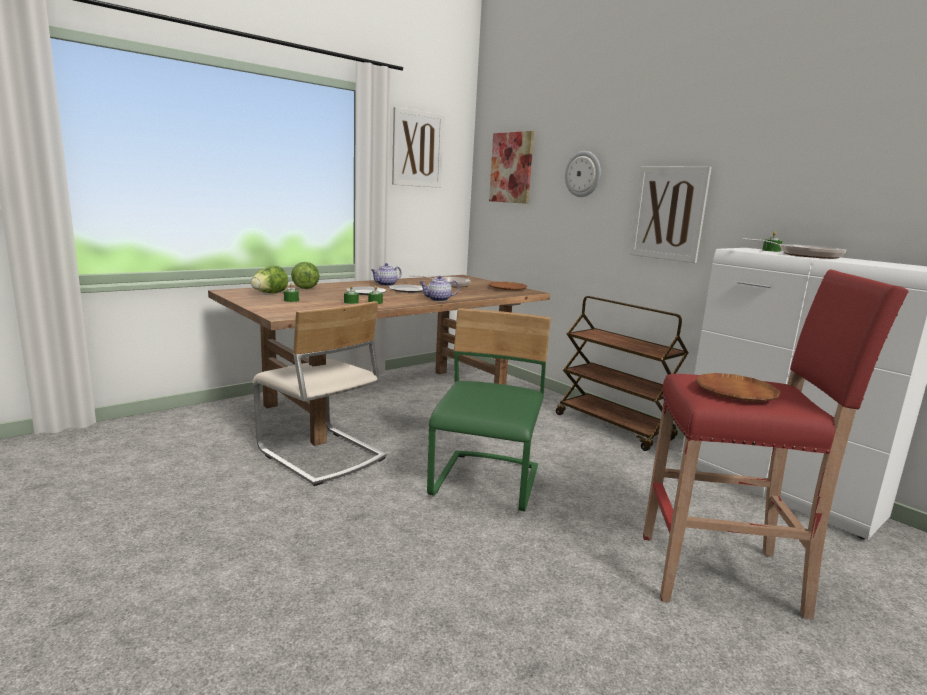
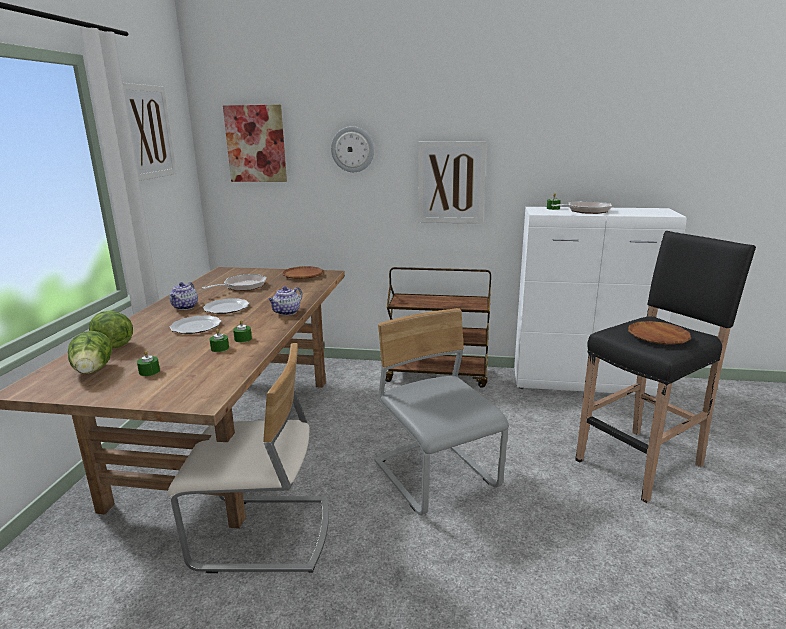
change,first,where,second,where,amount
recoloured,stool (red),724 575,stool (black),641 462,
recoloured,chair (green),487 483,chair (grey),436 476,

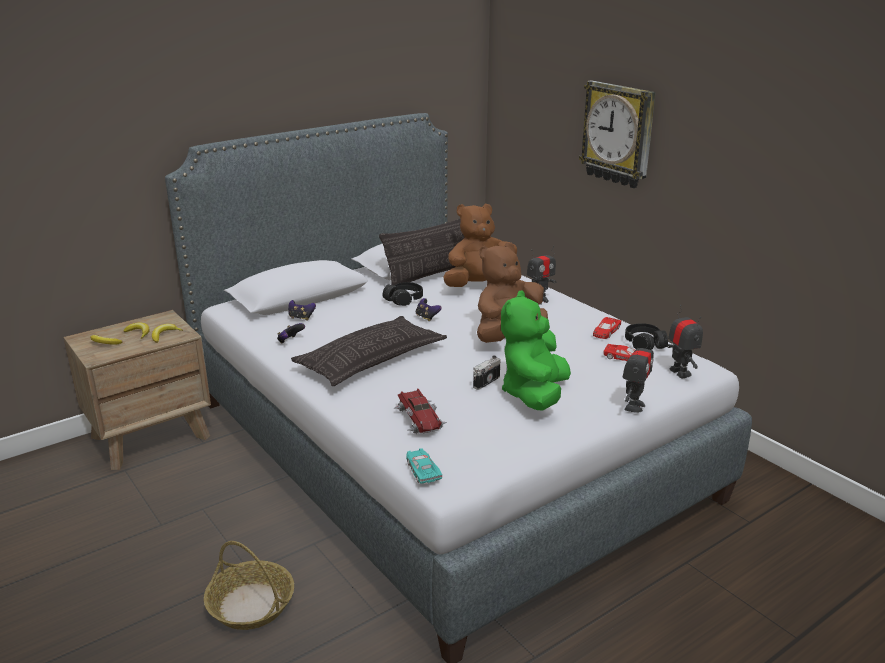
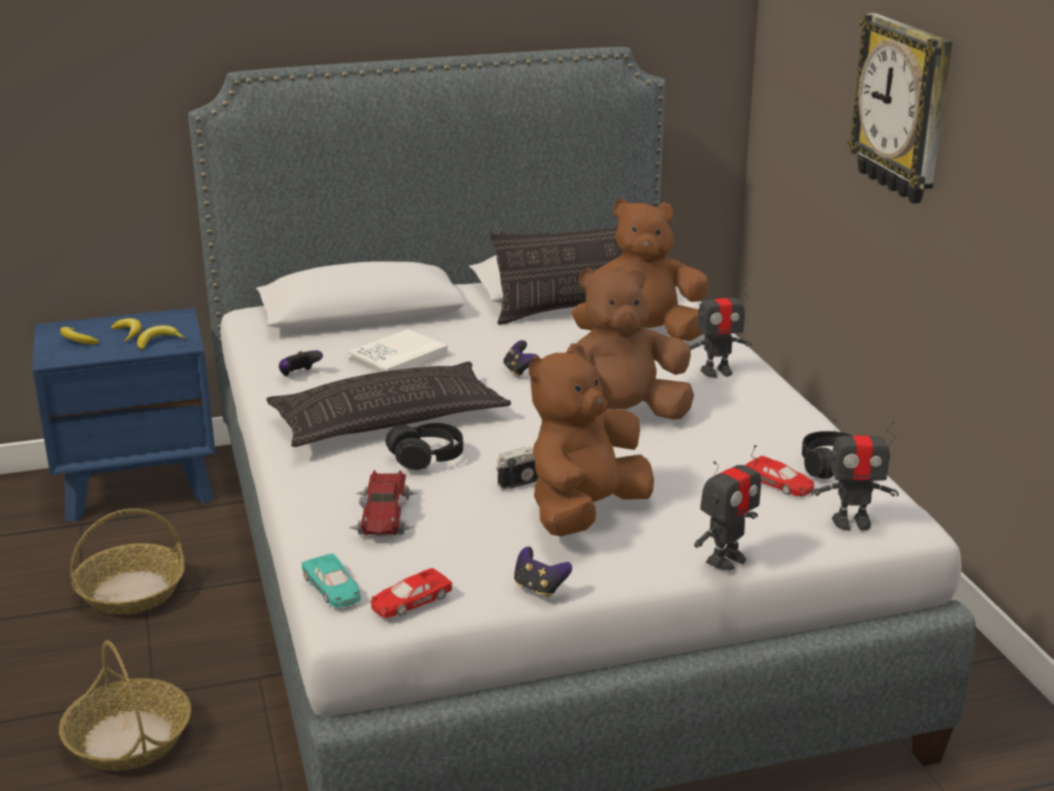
change,first,where,second,where,amount
moved,headphones (black),404 300,,426 457,
recoloured,plush toy (green),534 394,plush toy (brown),585 513,
moved,game controller,301 318,,539 588,
turned,toy robot,680 372,,852 522,90 degrees clockwise
recoloured,nightstand (brown),151 436,nightstand (blue),139 485,
moved,toy car (red),605 331,,410 600,
turned,toy car (turquoise),423 470,,332 588,150 degrees clockwise
added,,,book (white),398 358,
added,,,basket,132 591,

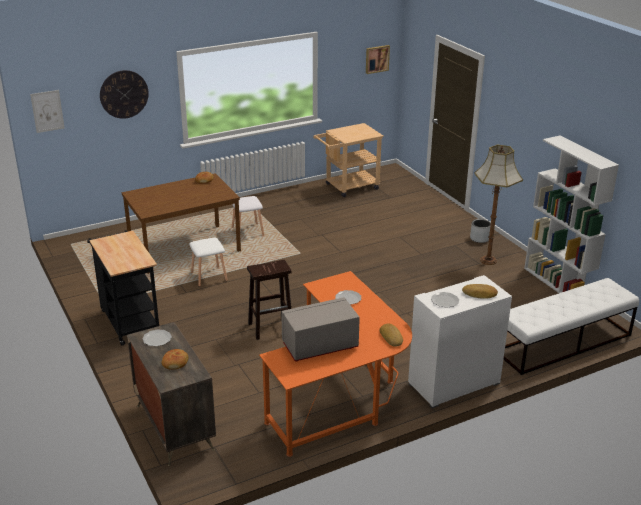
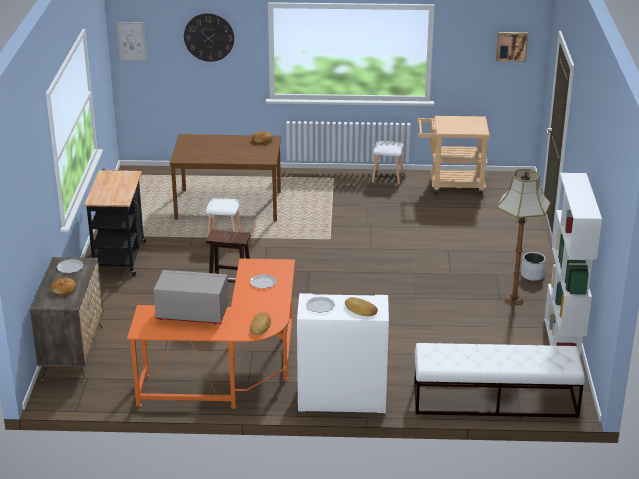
change,first,where,second,where,amount
moved,stool (white),248 232,,387 178,

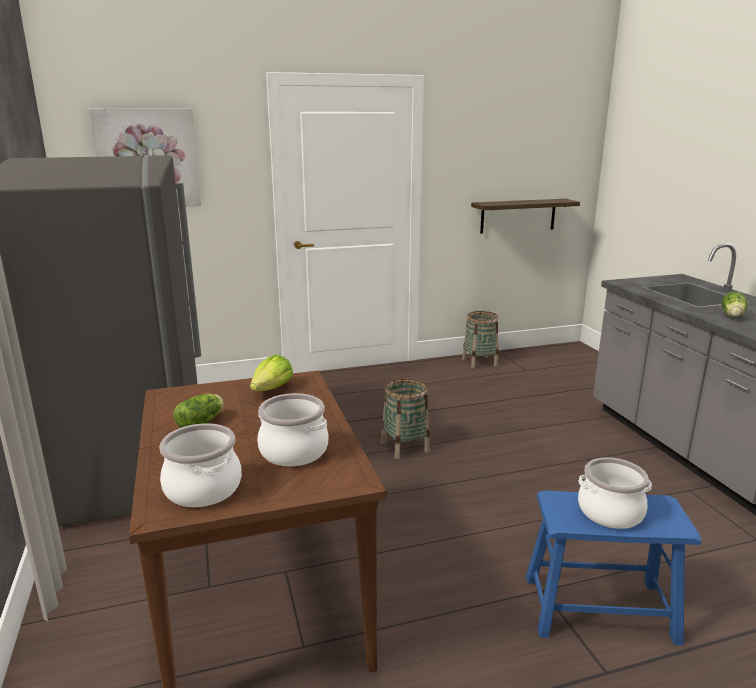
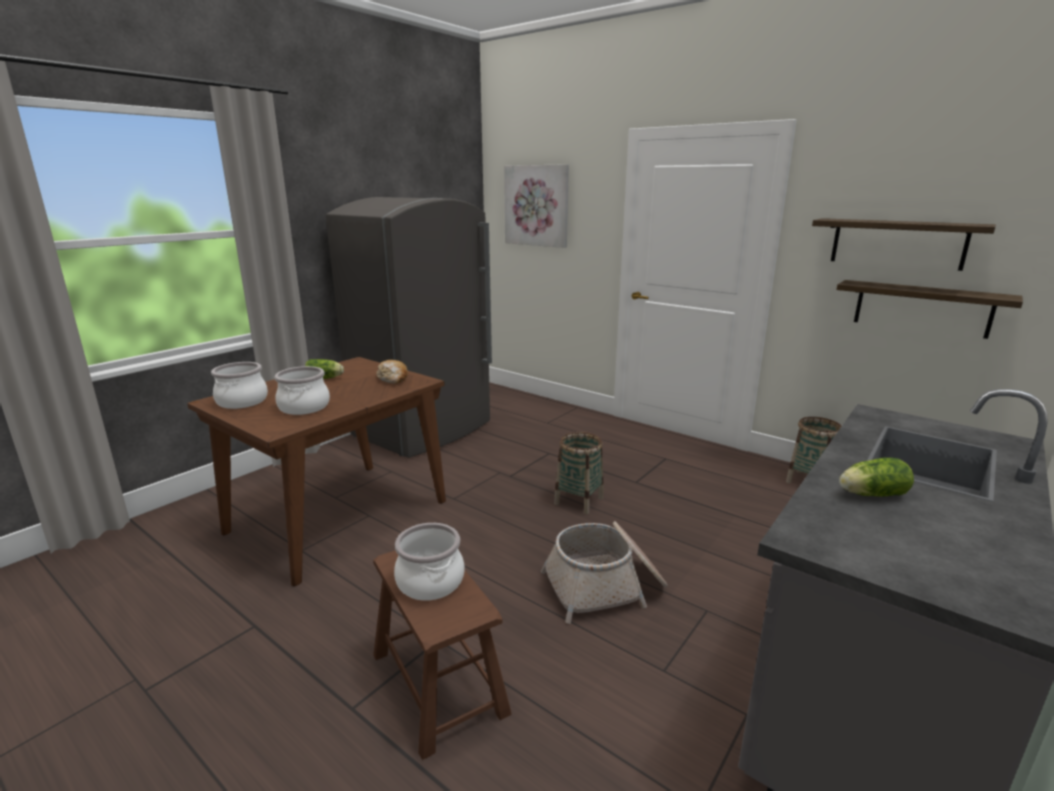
change,first,where,second,where,amount
replaced,lettuce,272 389,bread,393 379,
recoloured,stool (blue),599 608,stool (brown),438 683,
added,,,shelf,897 243,
added,,,basket,605 587,

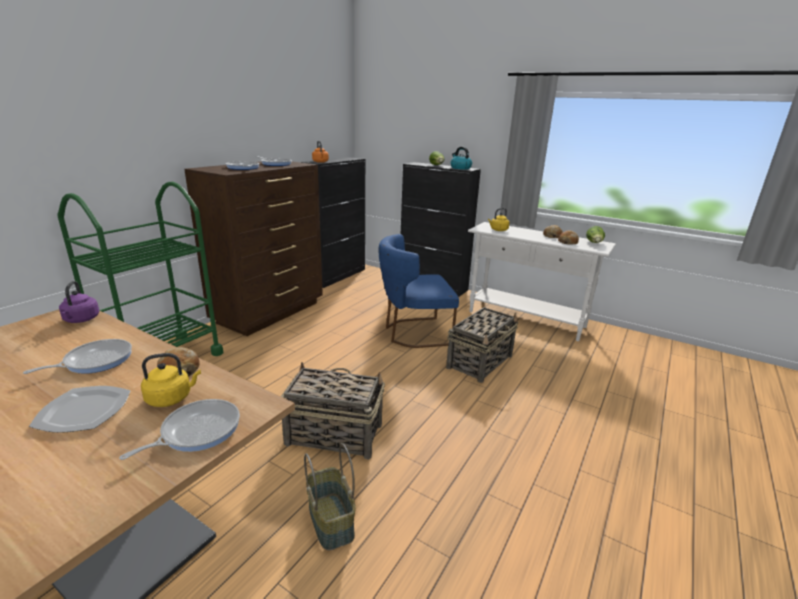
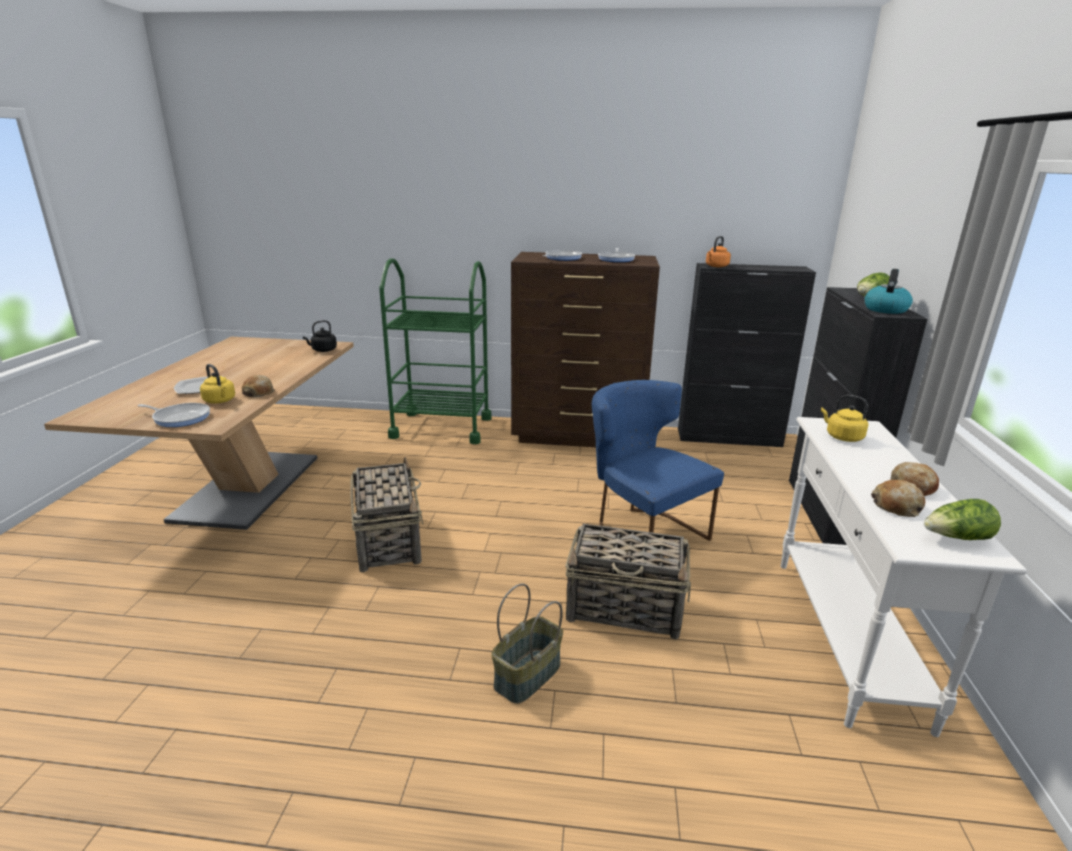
change,first,where,second,where,amount
recoloured,kettle (purple),81 320,kettle (black),323 350,
removed,frying pan,95 361,,,
moved,basket,332 521,,528 676,

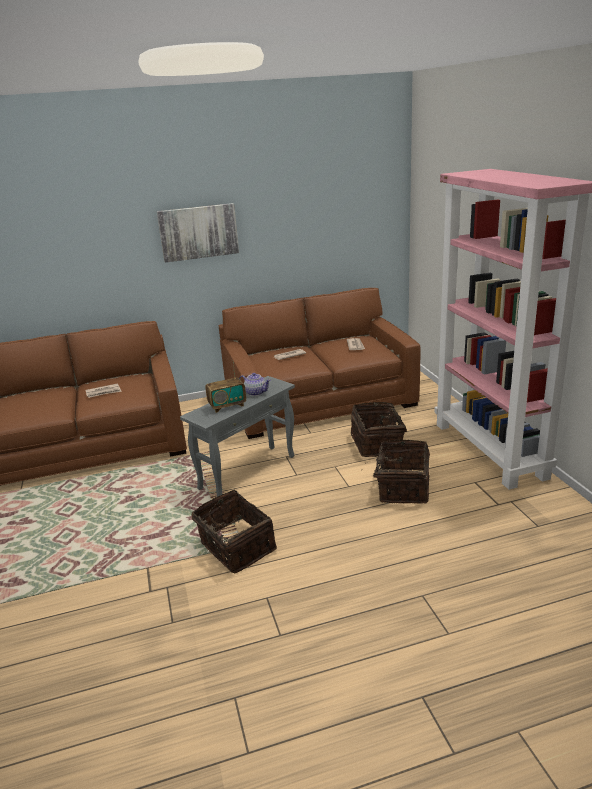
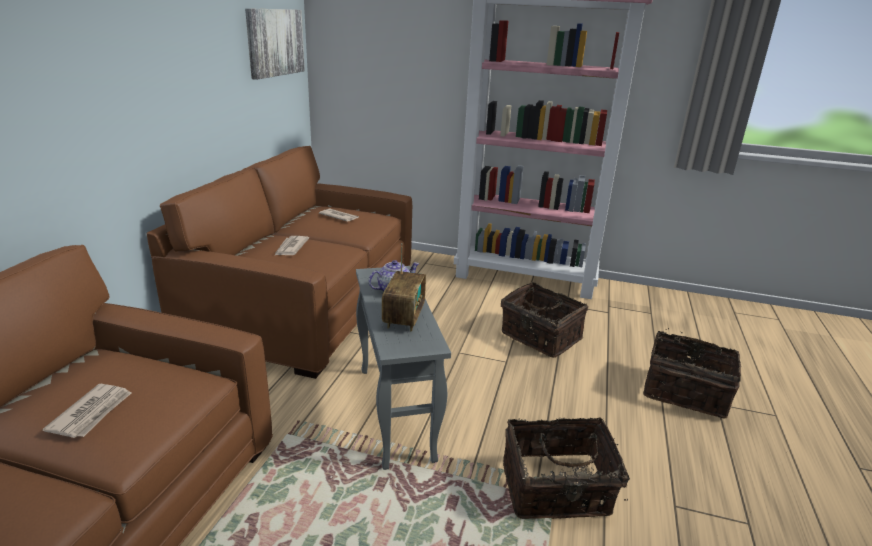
change,first,where,second,where,amount
moved,picture,198 232,,275 42,
moved,basket,378 444,,685 392,

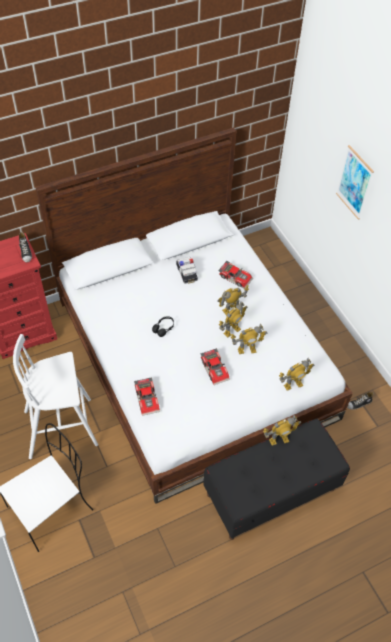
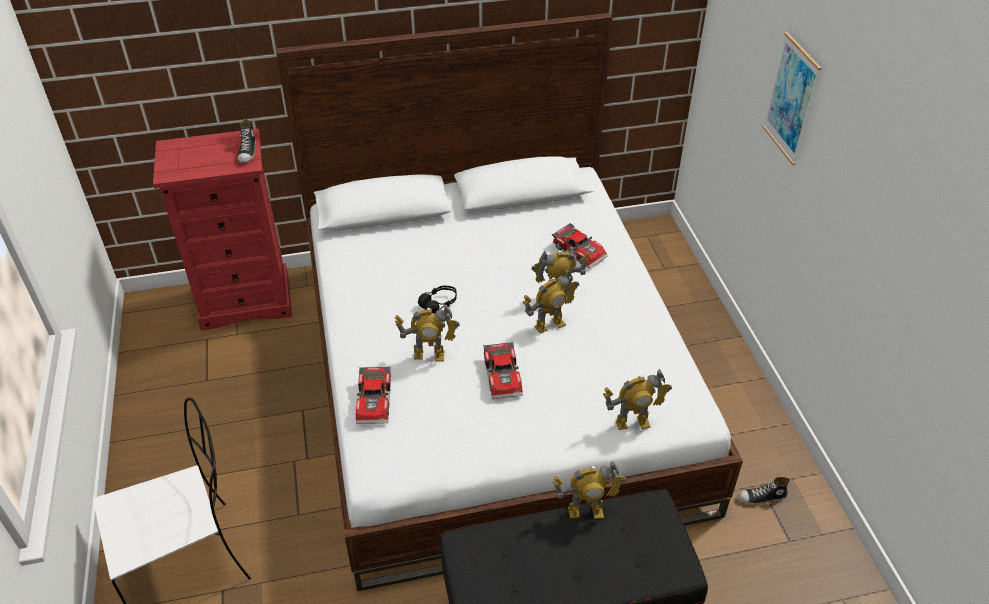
change,first,where,second,where,amount
removed,toy car,186 273,,,
moved,toy robot,246 350,,429 355,
removed,stool (white),62 427,,,

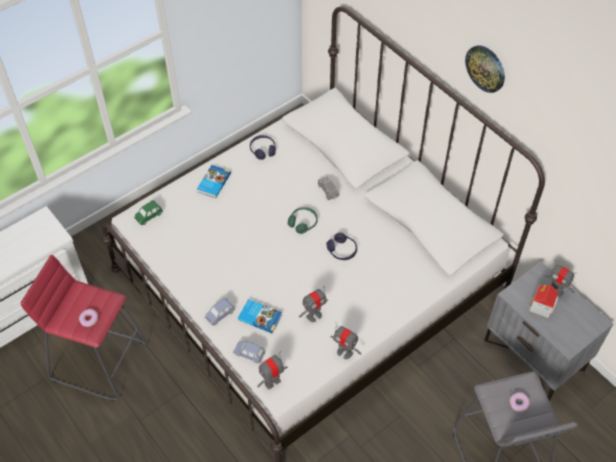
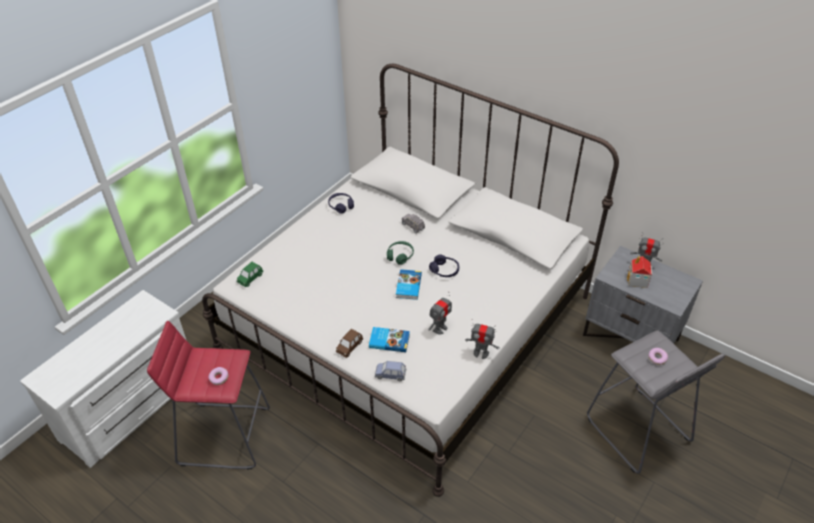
change,first,where,second,where,amount
removed,wall clock,485 68,,,
moved,book,213 183,,408 286,
recoloured,toy car (blue),220 315,toy car (brown),349 347,
removed,toy robot,272 382,,,

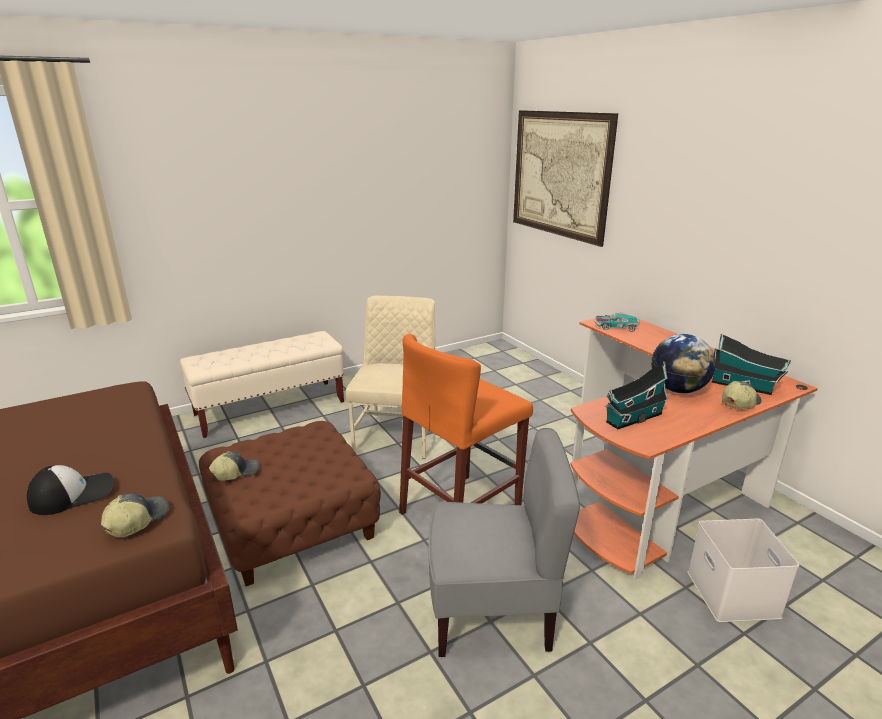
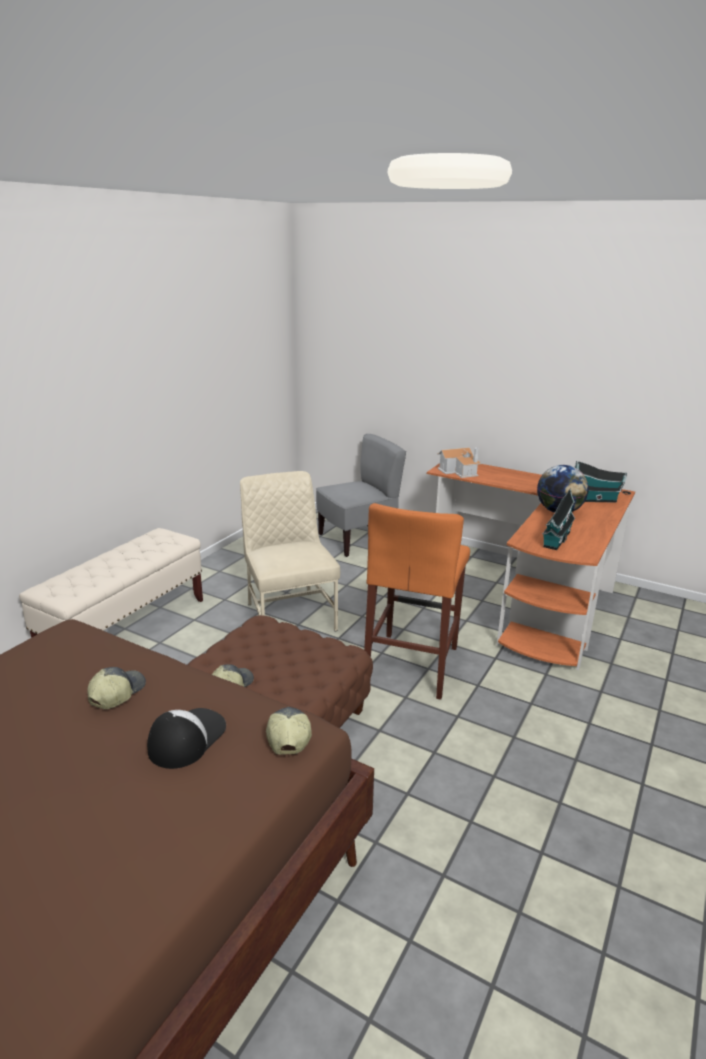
change,first,where,second,where,amount
removed,picture,560 174,,,
replaced,toy car,615 327,toy house,459 471,
moved,cap,739 402,,116 693,
moved,chair (grey),492 612,,357 539,
removed,storage box (white),735 595,,,

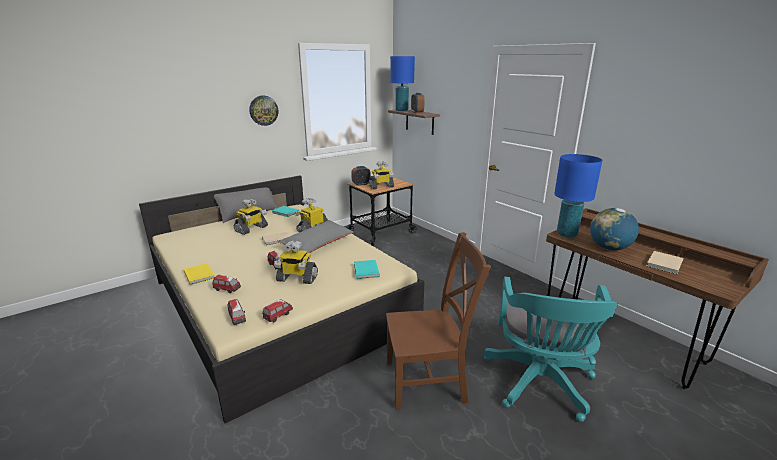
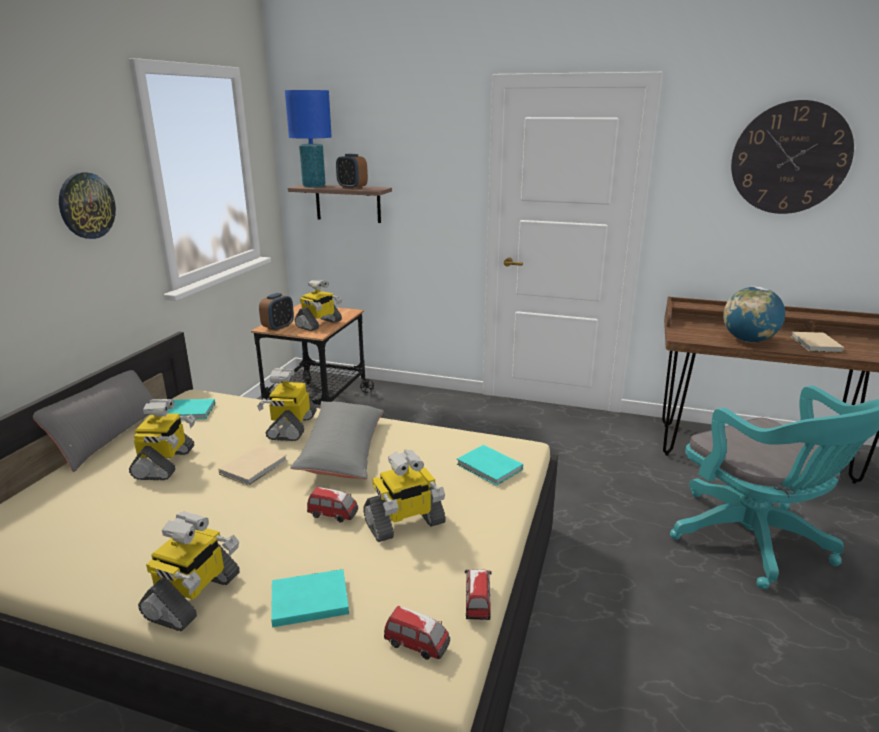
change,first,where,second,where,amount
removed,table lamp (blue),567 234,,,
removed,chair (brown),429 381,,,
replaced,book (yellow),199 274,toy robot,194 597,
replaced,toy car,227 289,book (turquoise),307 600,
added,,,wall clock,790 158,

